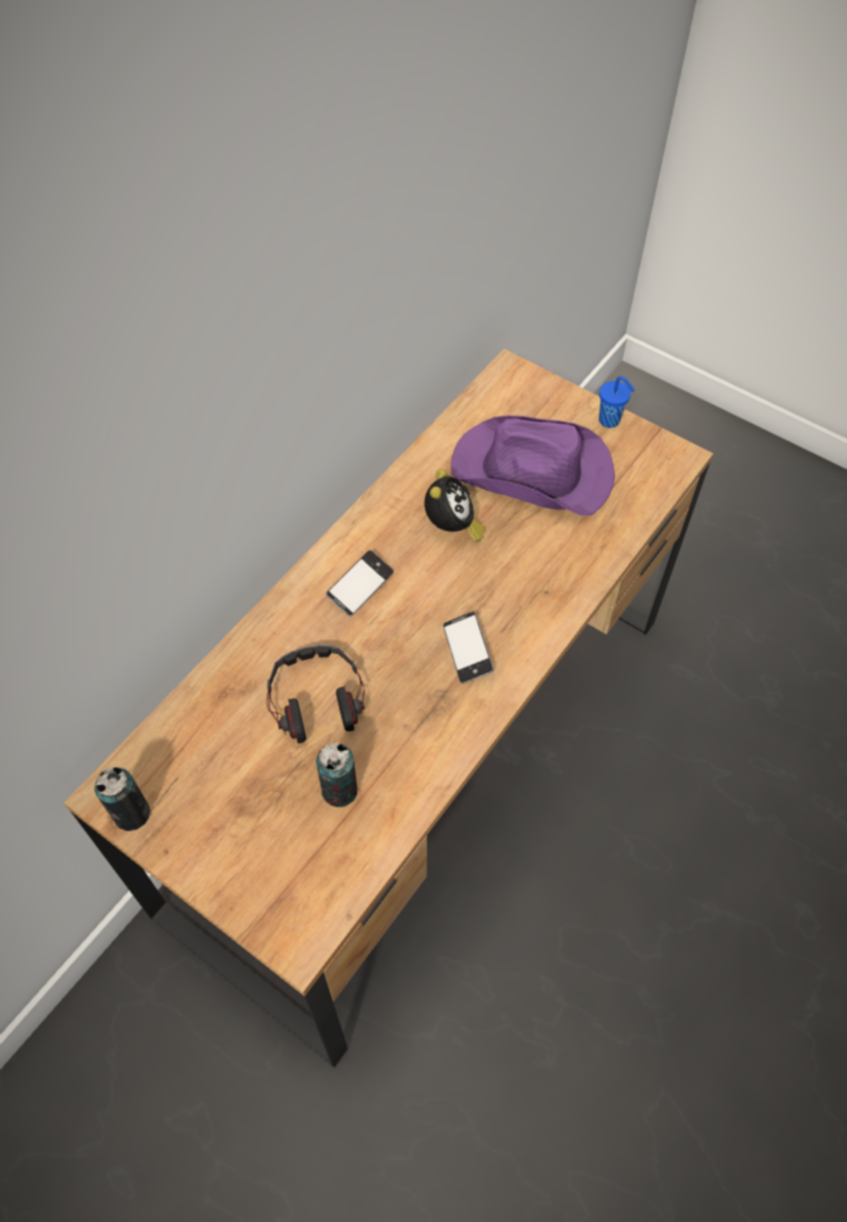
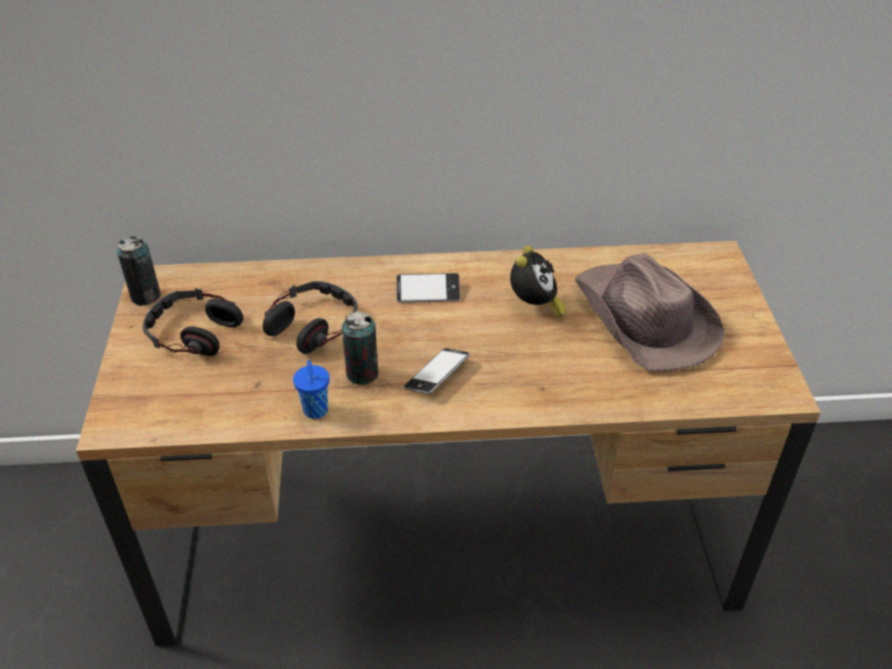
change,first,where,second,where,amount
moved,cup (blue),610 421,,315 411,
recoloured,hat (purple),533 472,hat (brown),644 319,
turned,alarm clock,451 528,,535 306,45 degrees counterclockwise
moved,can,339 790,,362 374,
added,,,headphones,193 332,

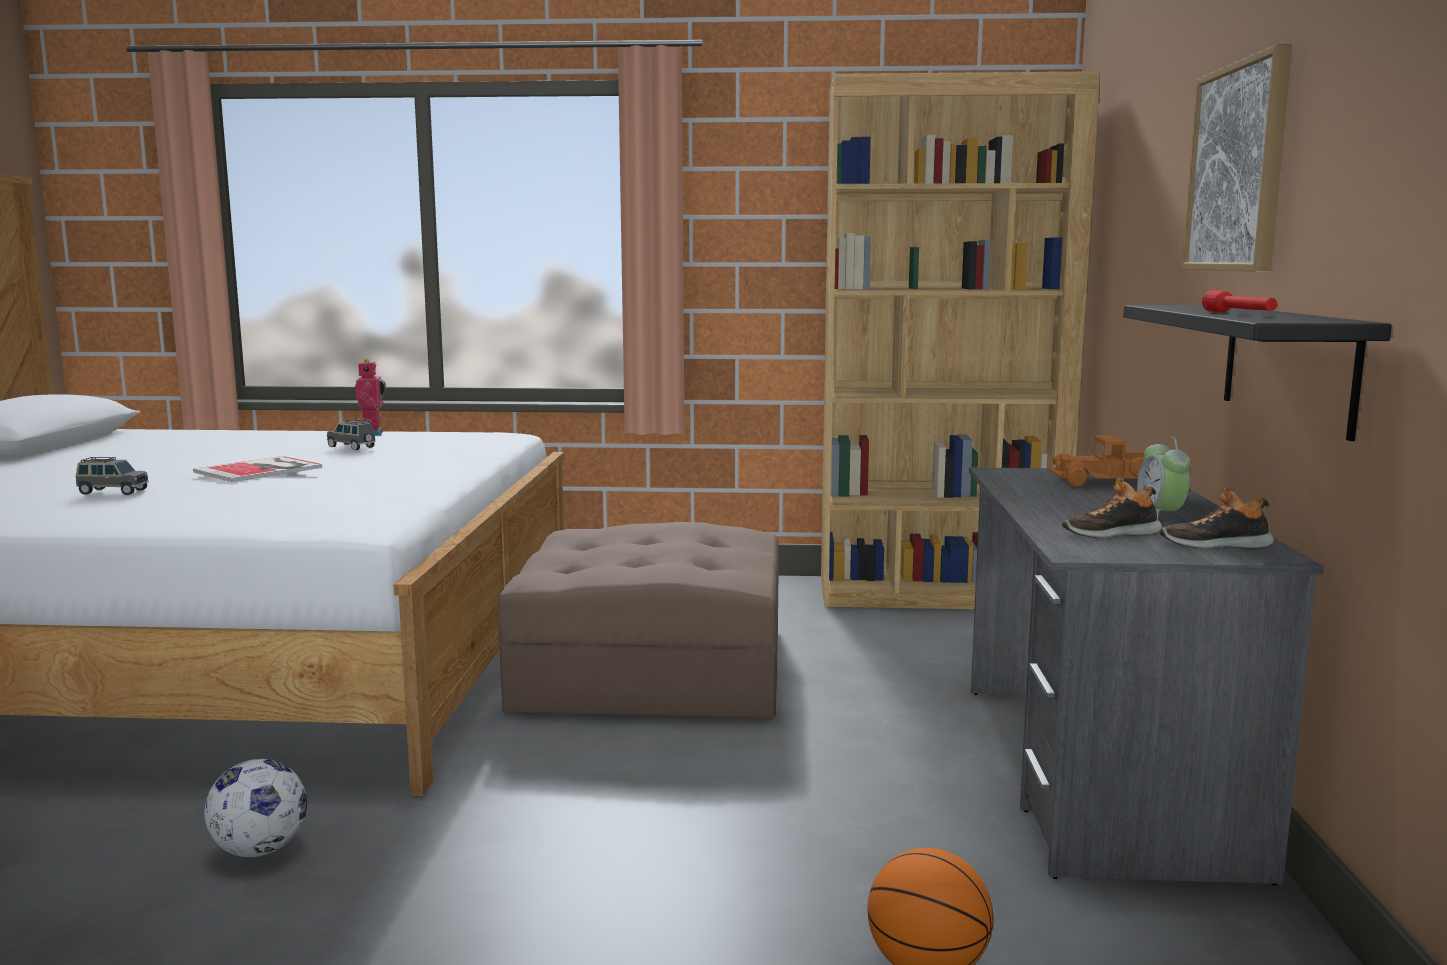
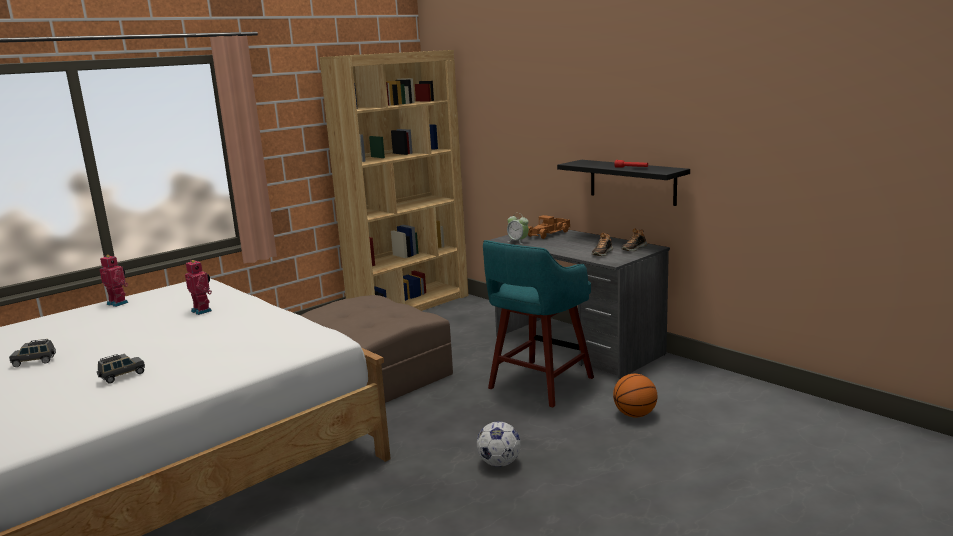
change,first,where,second,where,amount
removed,picture,1238 168,,,
moved,toy car (grey),352 447,,35 362,
moved,alarm clock,1160 516,,518 241,
removed,book,262 470,,,
moved,football,261 850,,499 463,
added,,,stool (turquoise),539 384,
added,,,toy robot,203 310,

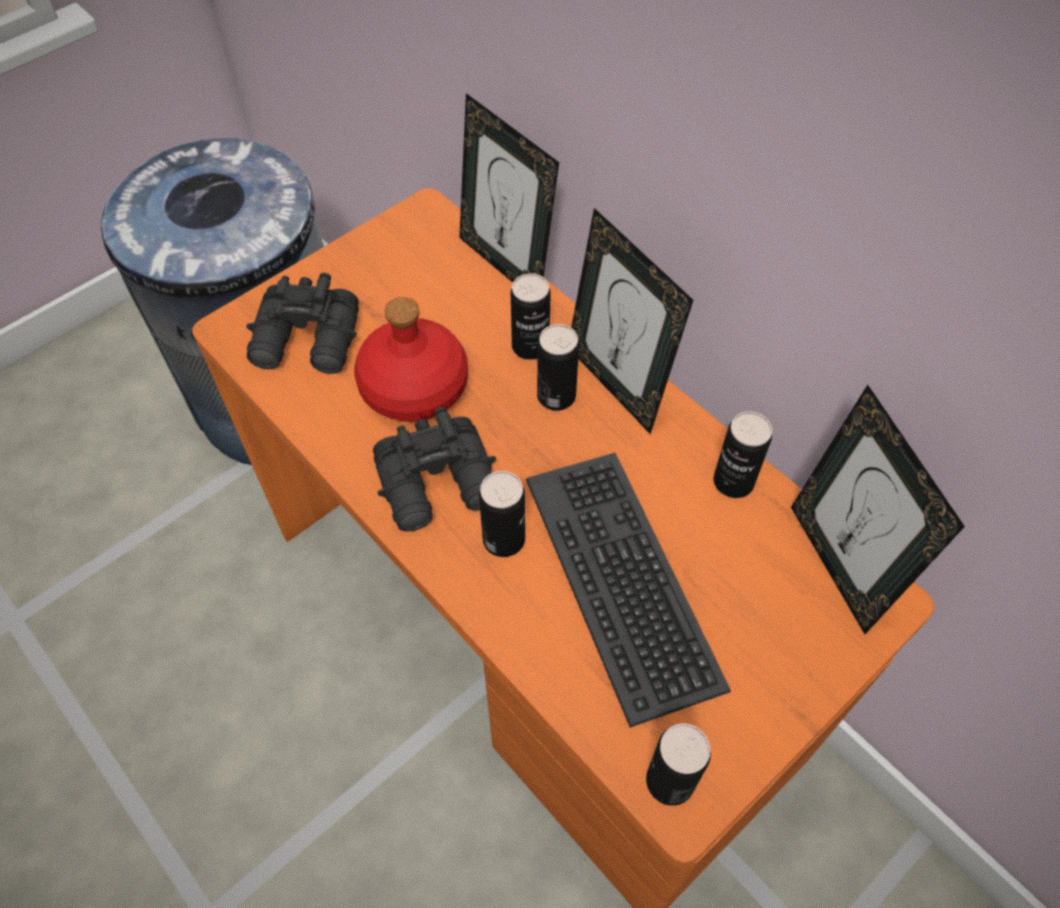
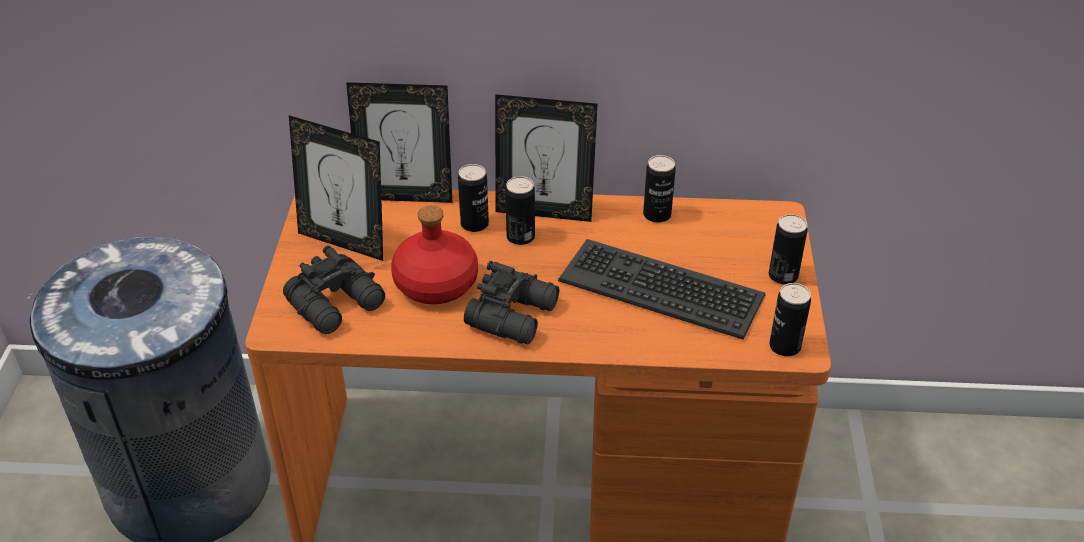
change,first,where,second,where,amount
moved,picture frame,837 564,,344 242,
moved,can,504 539,,783 275,

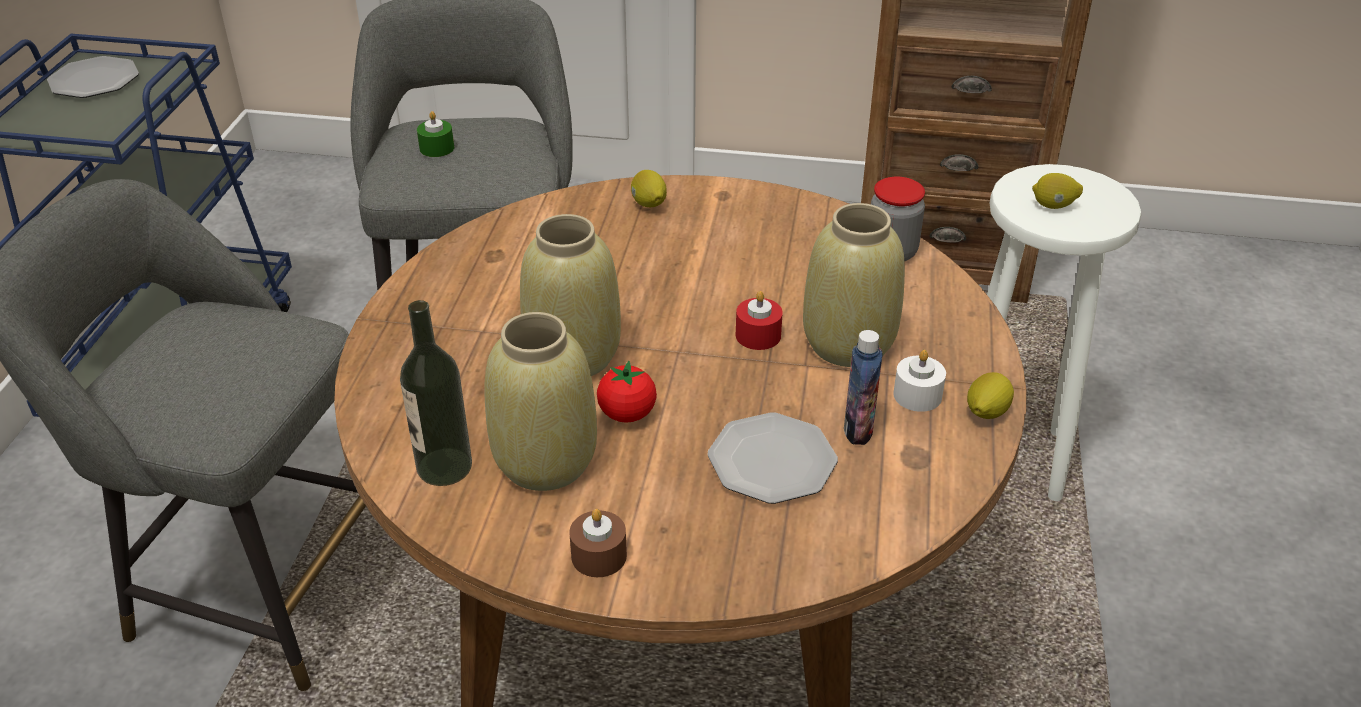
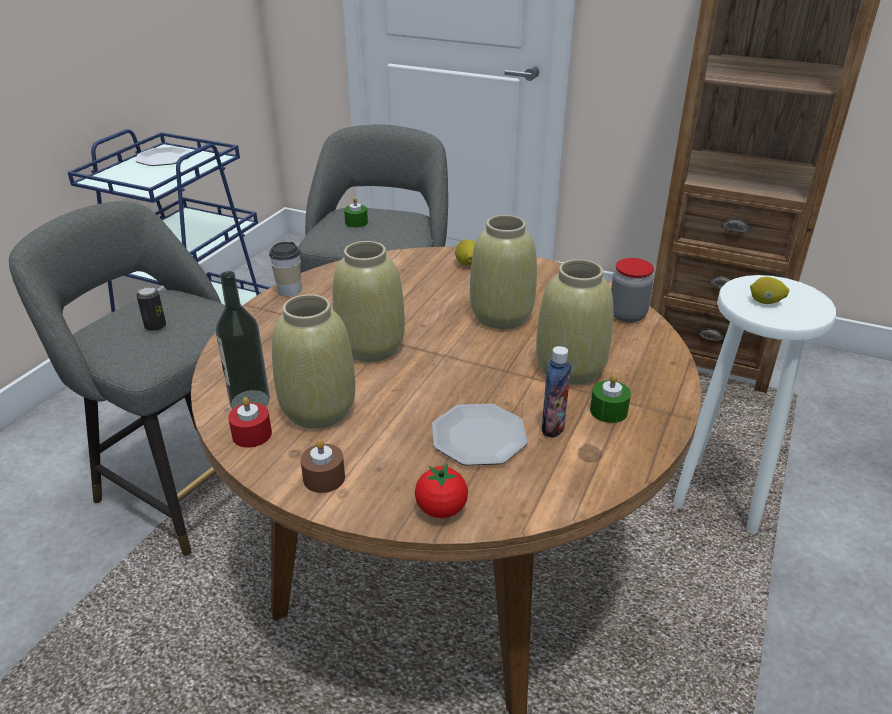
change,first,where,second,where,amount
moved,candle (red),758 335,,252 434,
recoloured,candle (white),917 395,candle (green),608 411,
moved,tomato,627 414,,441 509,
removed,lemon,985 412,,,
added,,,vase (beige),501 315,
added,,,cup,289 290,
added,,,can,155 326,

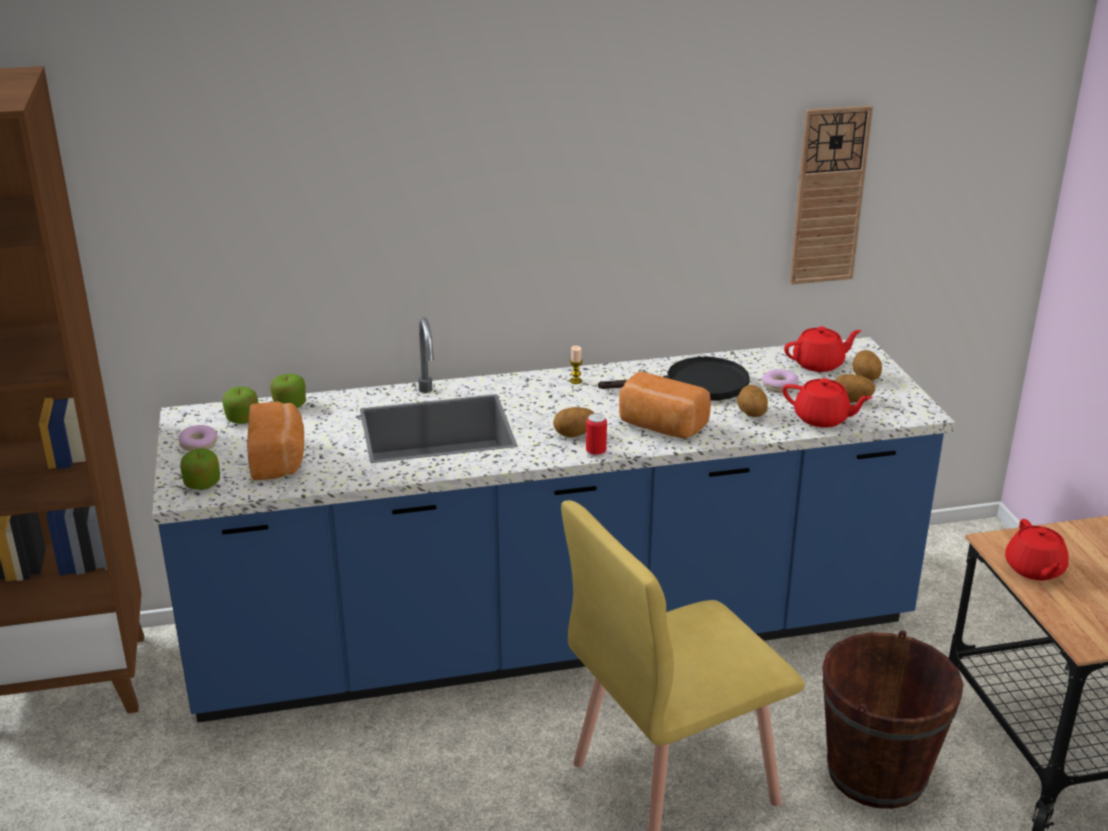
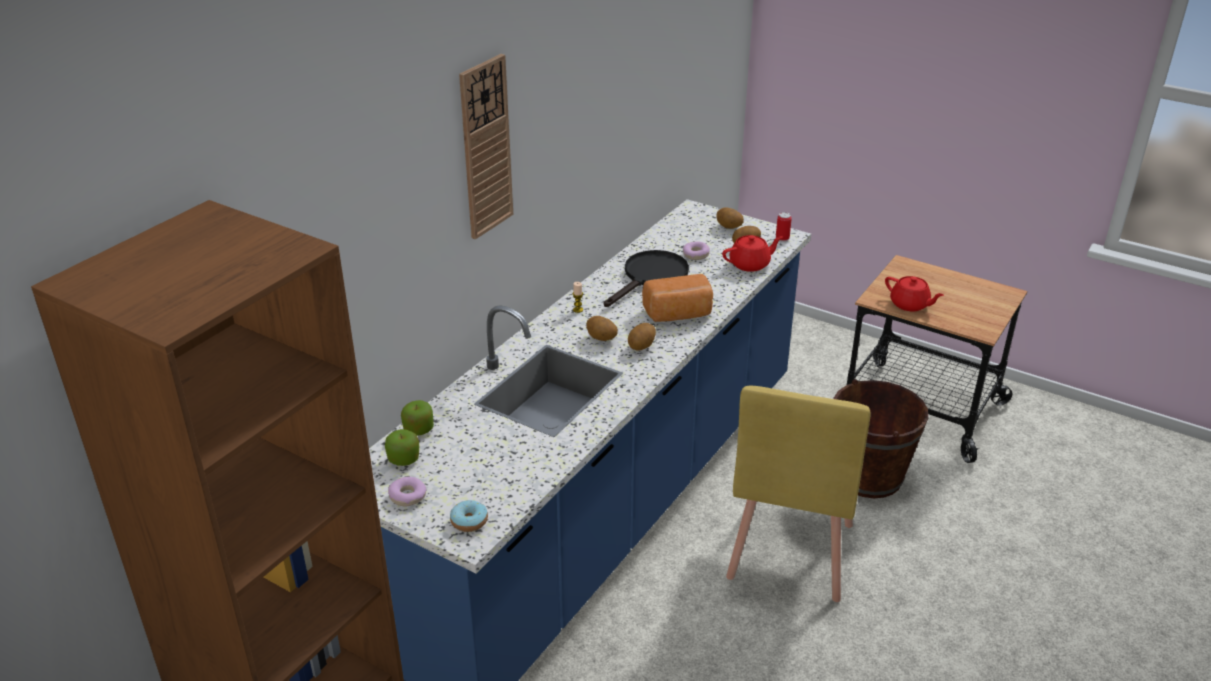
change,first,where,second,where,amount
moved,wall clock,828 196,,485 148,
removed,teapot (red),819 364,,,
moved,potato,751 414,,601 339,
removed,bread,279 459,,,
moved,can,596 452,,782 239,
replaced,apple,202 484,donut,469 521,

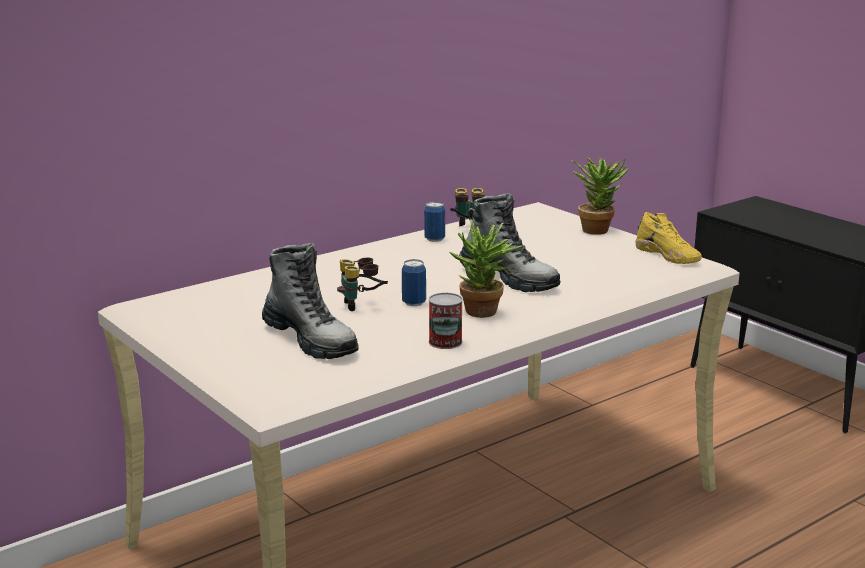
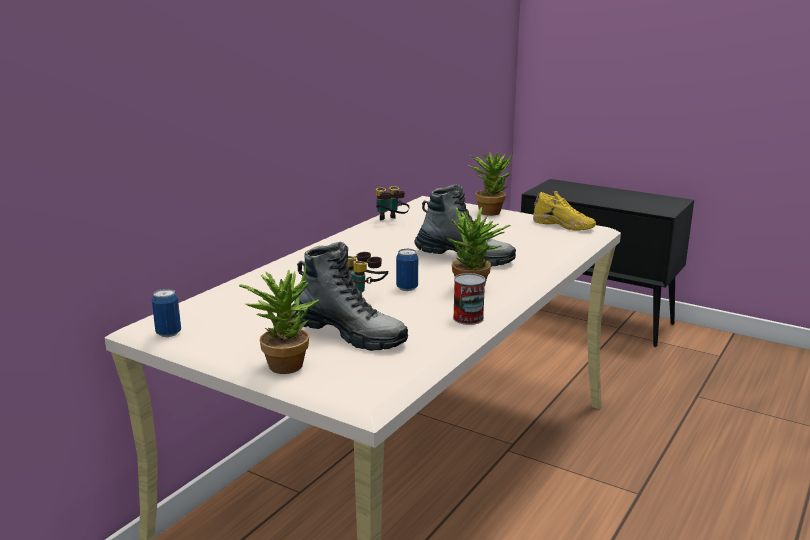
change,first,where,second,where,amount
moved,can,434 239,,168 333,
added,,,potted plant,283 363,

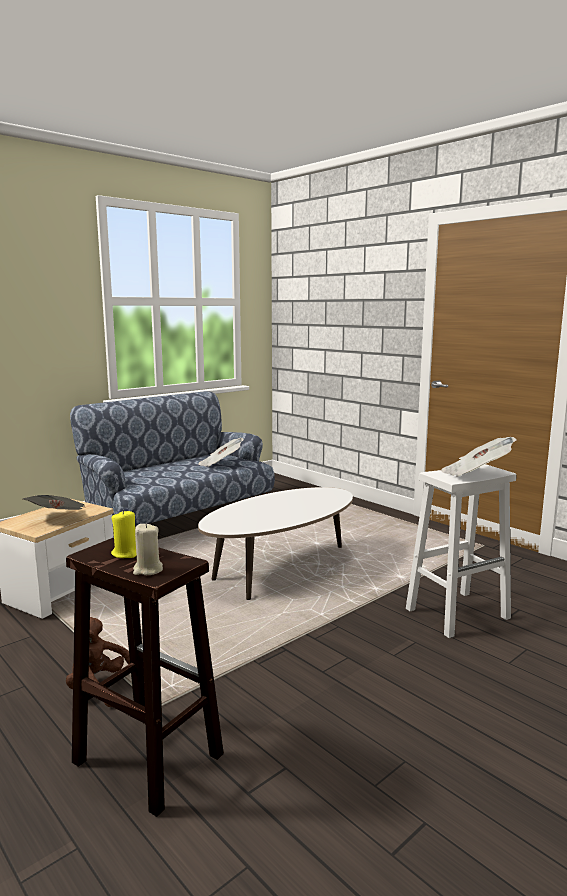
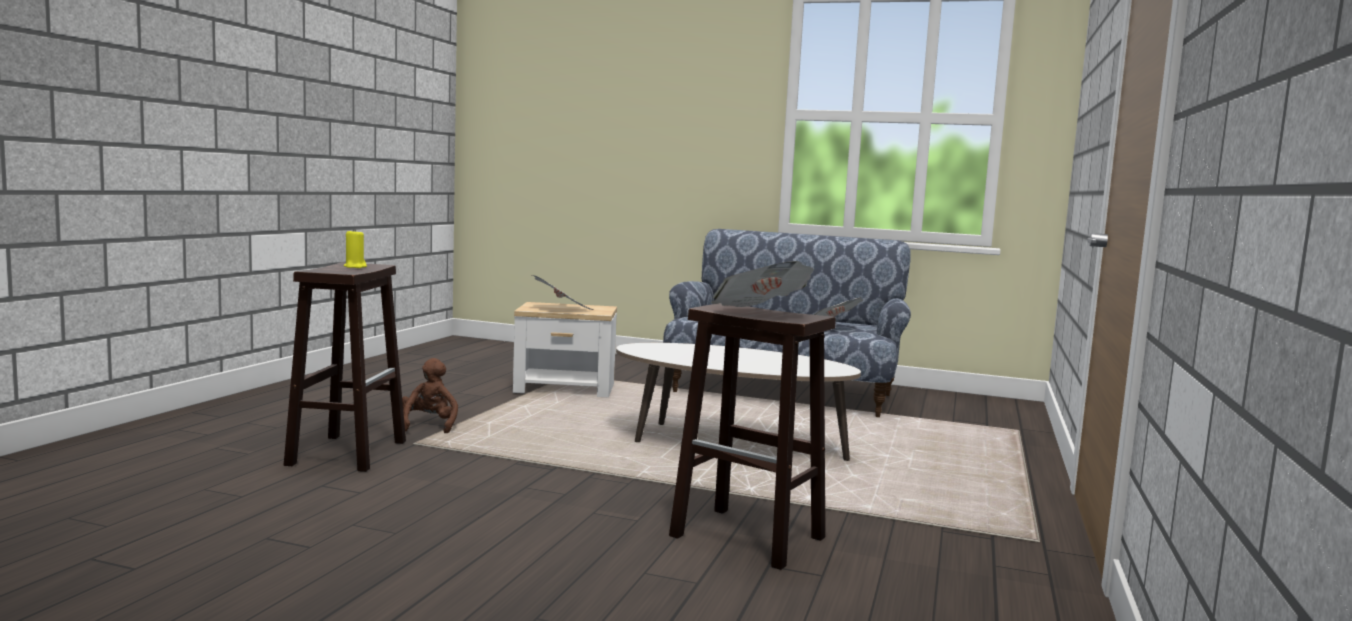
change,first,where,second,where,amount
recoloured,stool (white),458 613,stool (brown),750 537,
removed,candle (beige),148 570,,,

